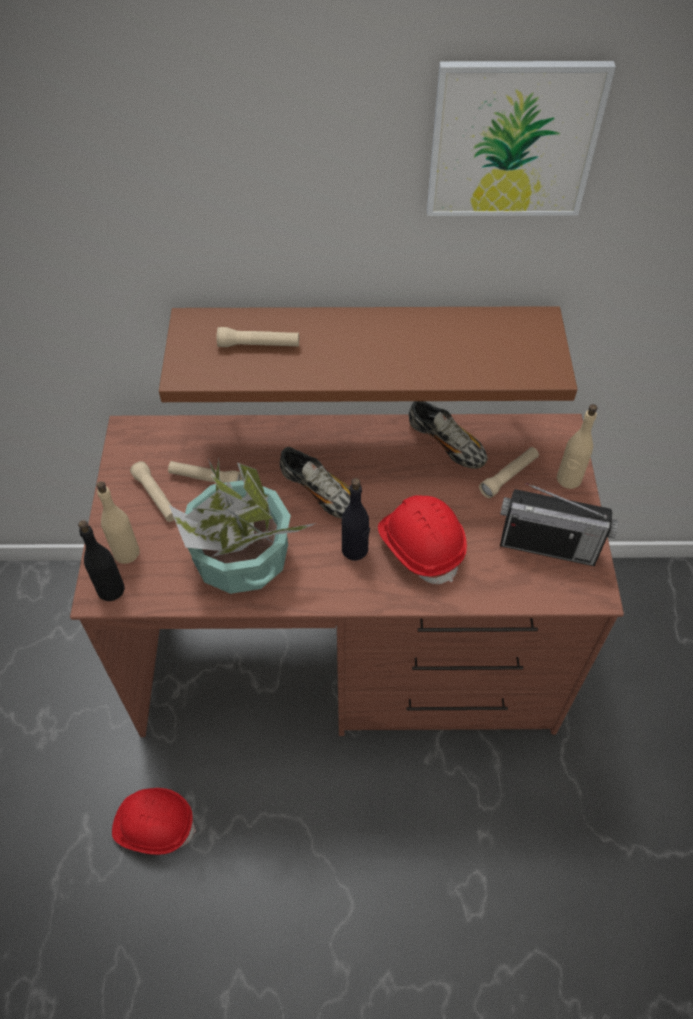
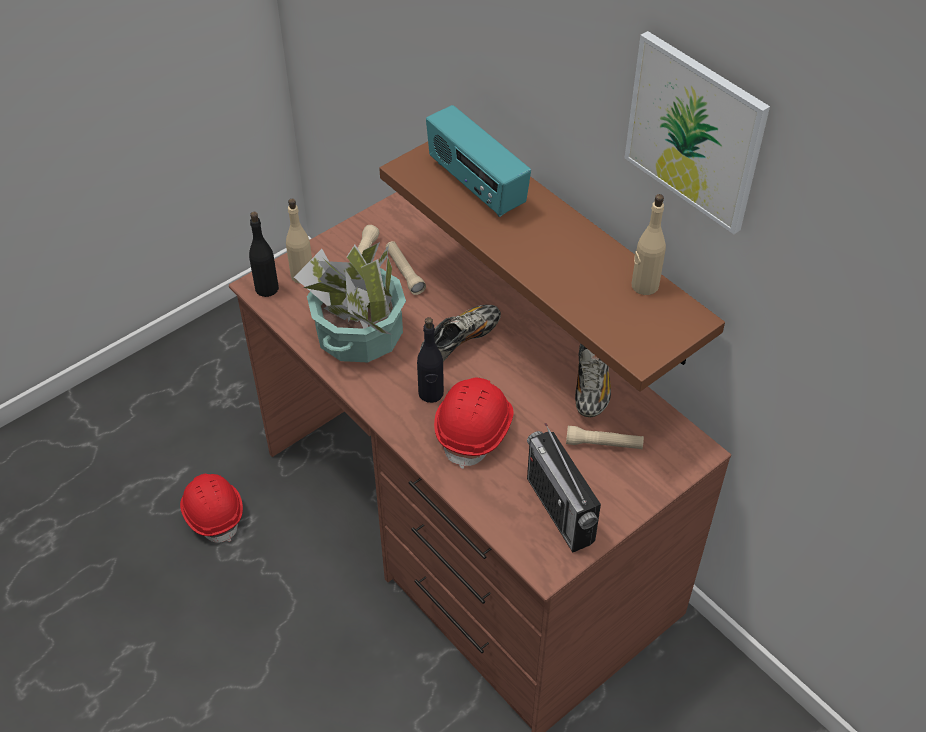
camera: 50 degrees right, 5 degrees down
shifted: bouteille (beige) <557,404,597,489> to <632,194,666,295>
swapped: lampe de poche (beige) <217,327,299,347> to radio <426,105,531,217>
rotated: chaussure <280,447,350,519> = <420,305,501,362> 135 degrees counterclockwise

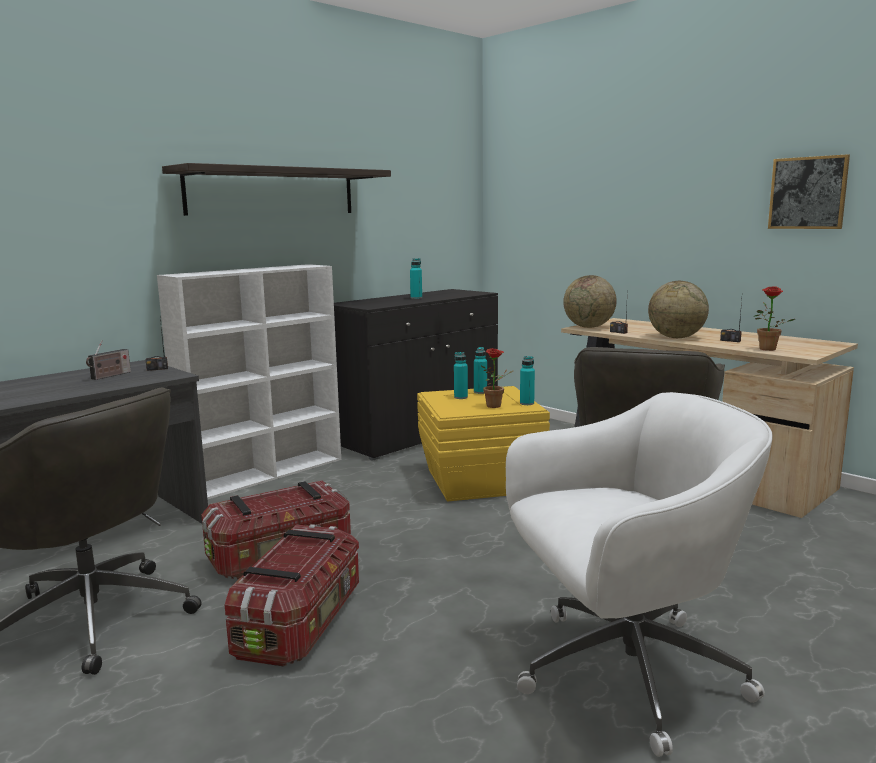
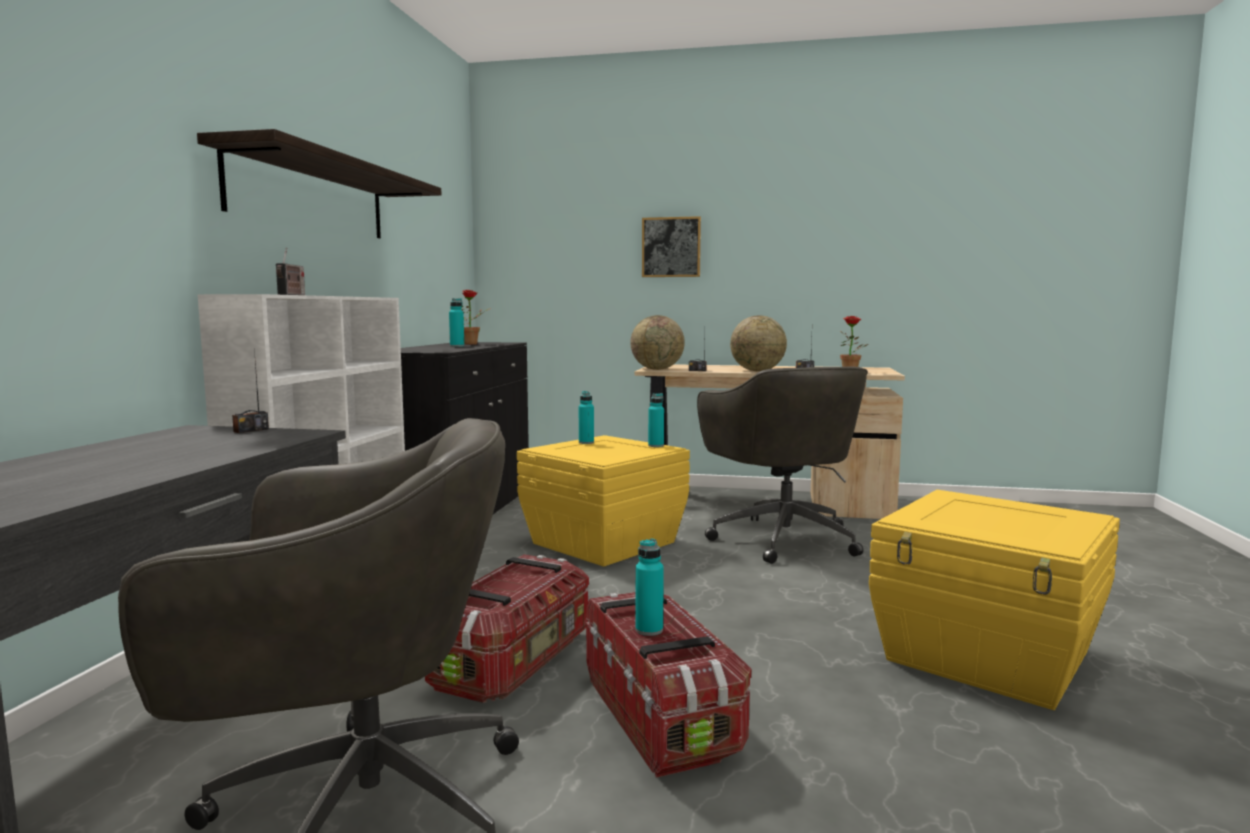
camera: 35 degrees left, 5 degrees down
shifted: tableau <768,154,850,229> to <642,216,701,277>; radio <86,341,131,380> to <276,248,305,295>; plante en pot <481,348,513,408> to <461,290,490,345>; bouteille (turquoise) <454,352,468,399> to <635,538,664,636>
swapped: chaise de bureau (blanc) <506,392,773,757> to boîte de rangement (jaune) <869,490,1120,710>

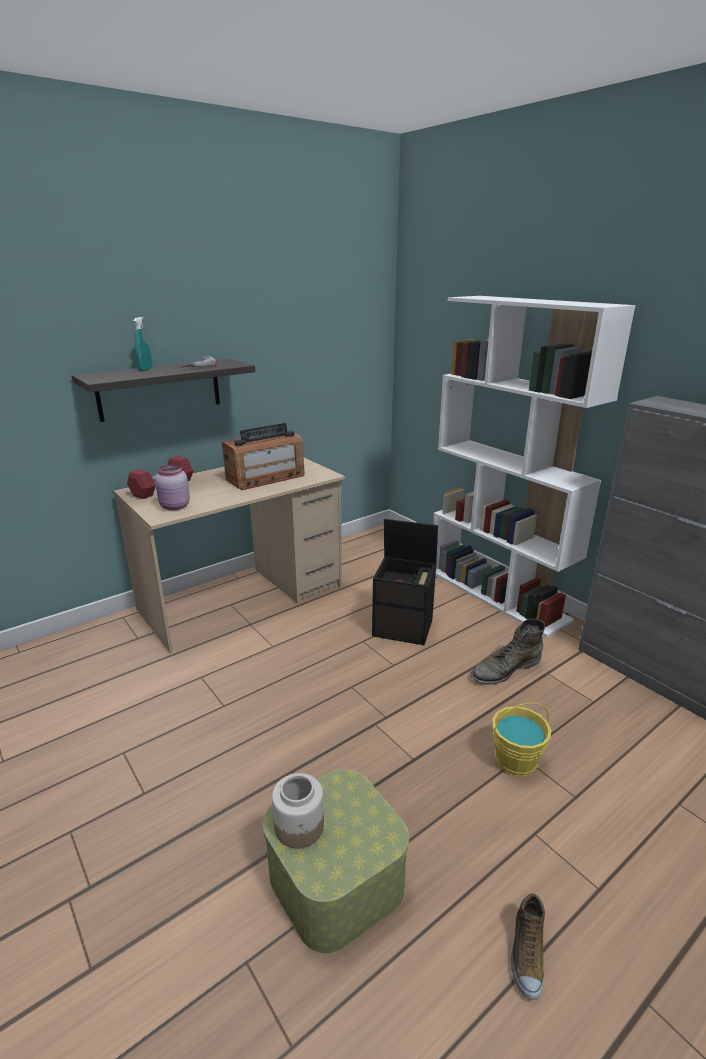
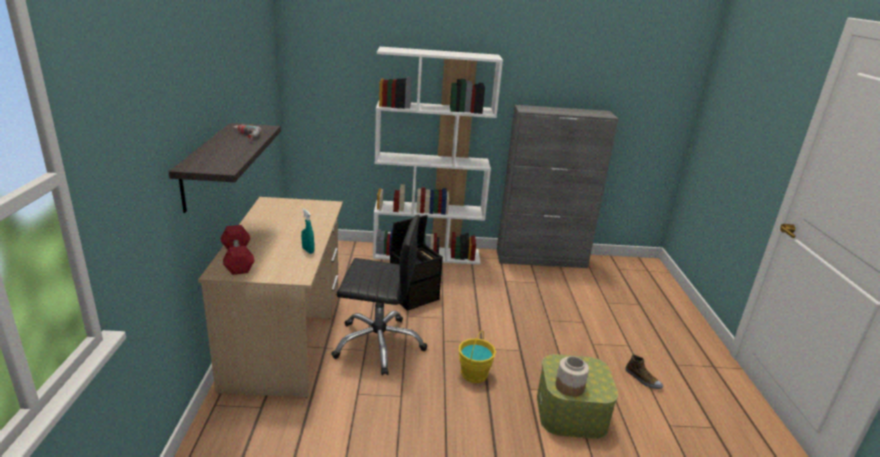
camera: 55 degrees left, 0 degrees up
gone: radio <222,423,305,490>; bocal (rose) <155,465,190,510>; botte (vert) <471,619,545,685>
new: chaise de bureau (noir) <331,215,427,375>
shifted: vaporisateur (turquoise) <133,317,152,372> to <301,209,314,254>; seau (jaune) <493,702,551,777> to <459,330,496,383>

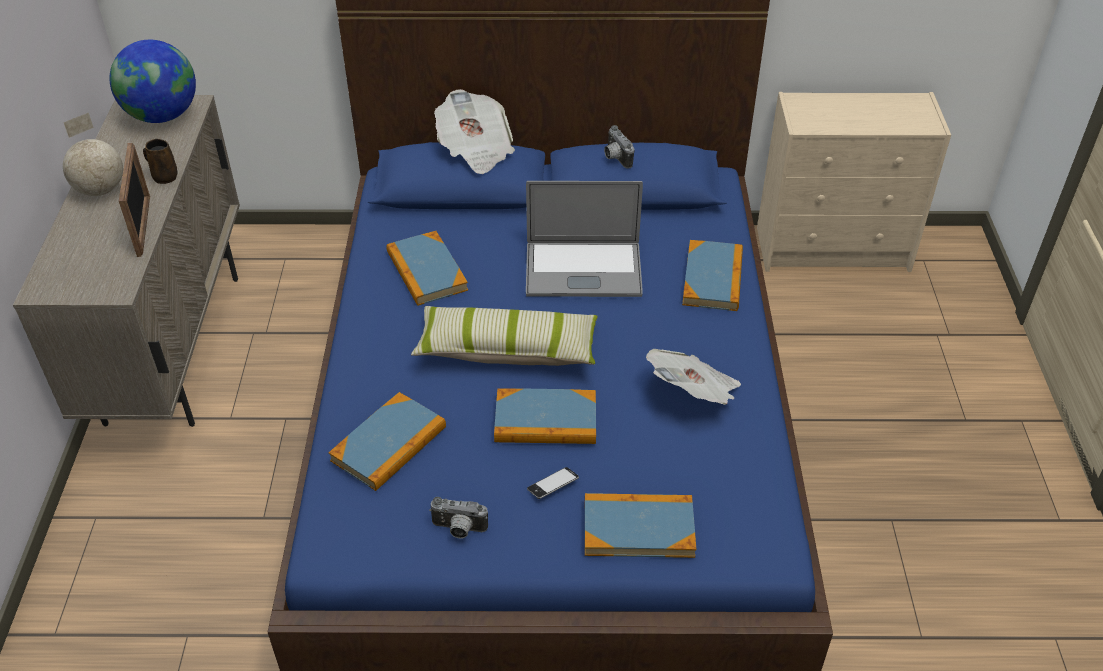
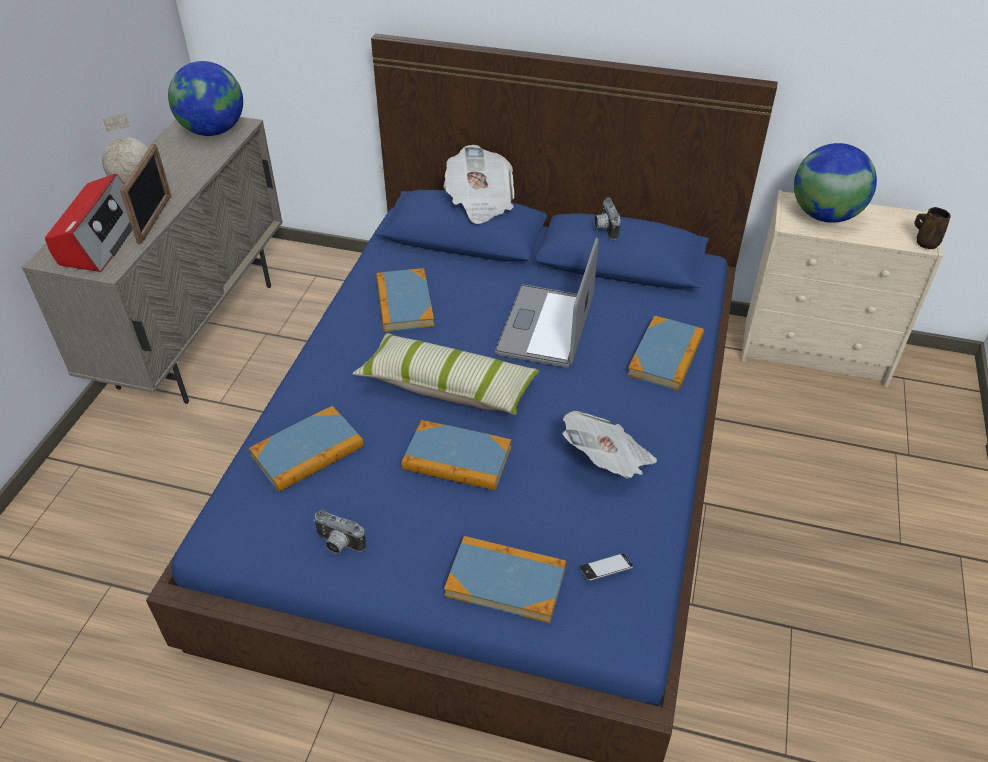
camera: 15 degrees right, 0 degrees up
new: globe <794,143,877,223>; radio <45,174,132,272>
shifted: mug (marron) <143,139,178,184> to <915,207,951,249>; téléphone <527,467,579,499> to <579,553,633,581>
rotated: ordinateur portable <526,181,643,297> = <495,238,599,368> 90 degrees clockwise

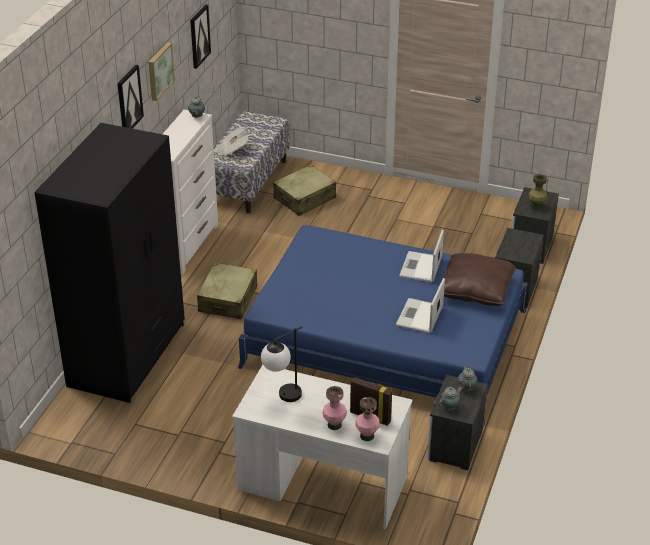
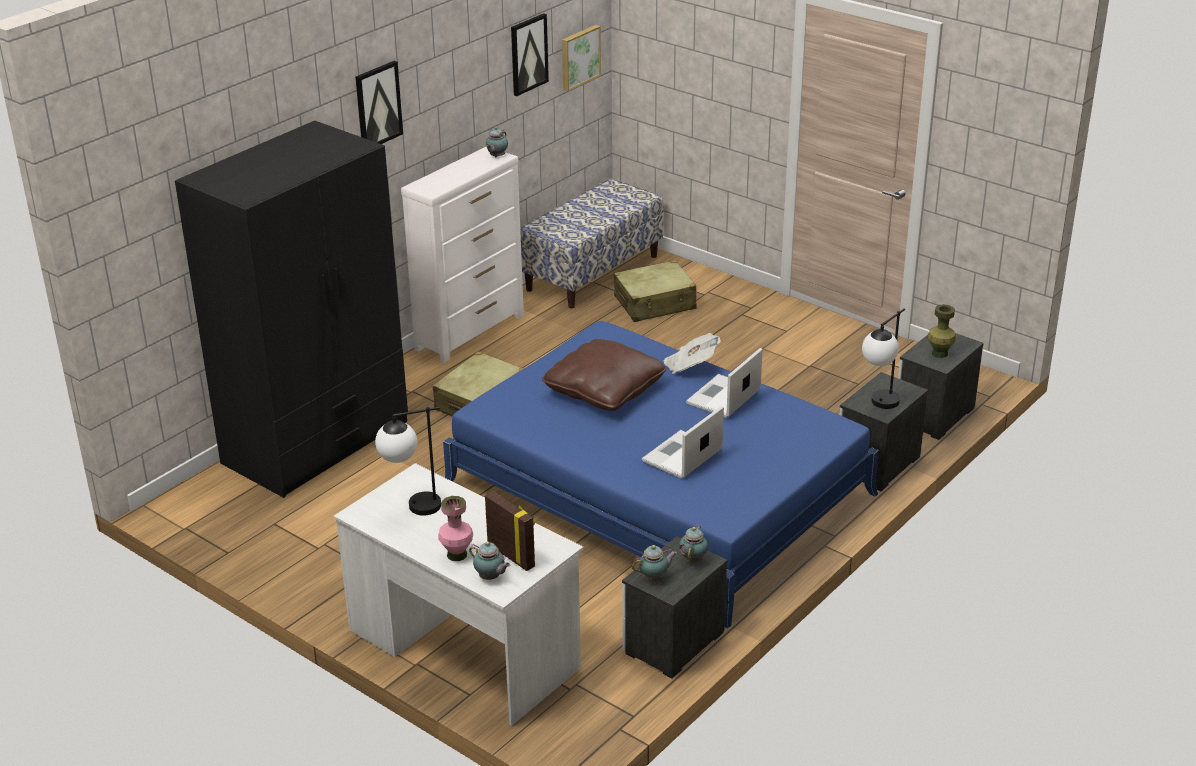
camera: 20 degrees right, 5 degrees down
new: lampe de table <862,308,905,409>
shifted: tableau <148,42,175,101> to <562,25,601,91>; journal <215,127,250,156> to <663,333,721,374>; coussin (marron) <444,253,516,306> to <542,339,667,411>
swapped: vase (rose) <355,397,380,441> to théière <469,542,510,580>

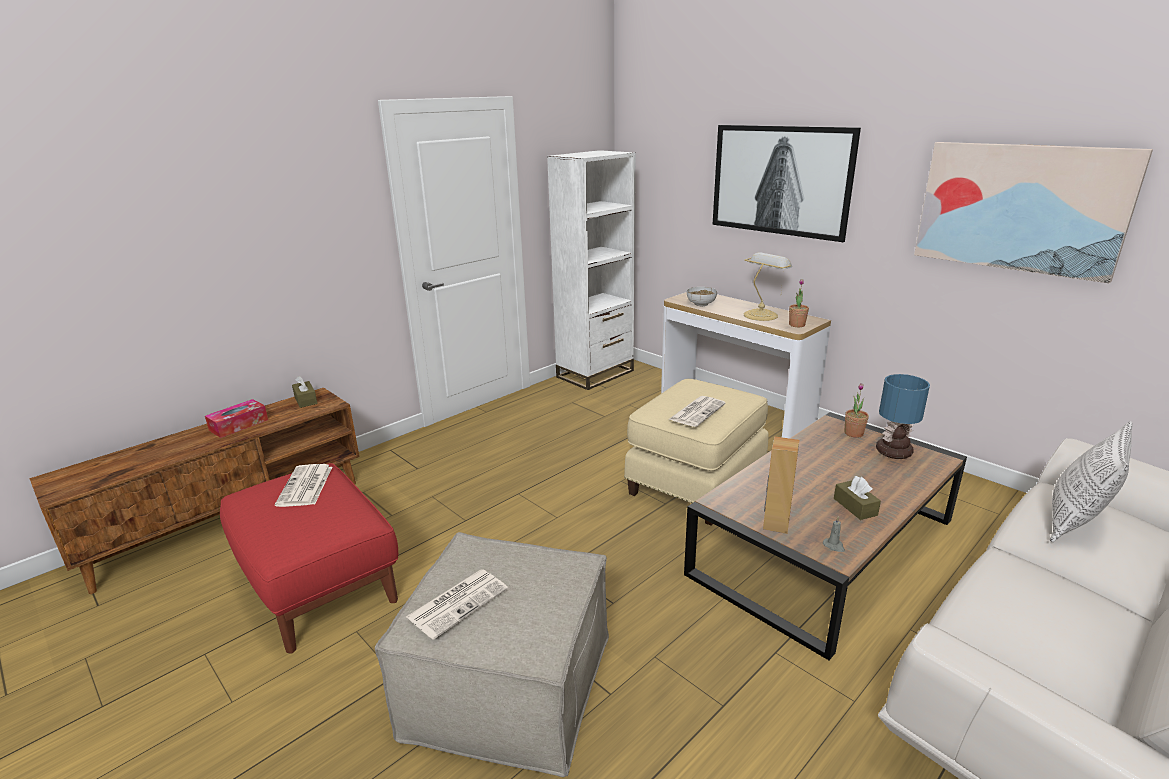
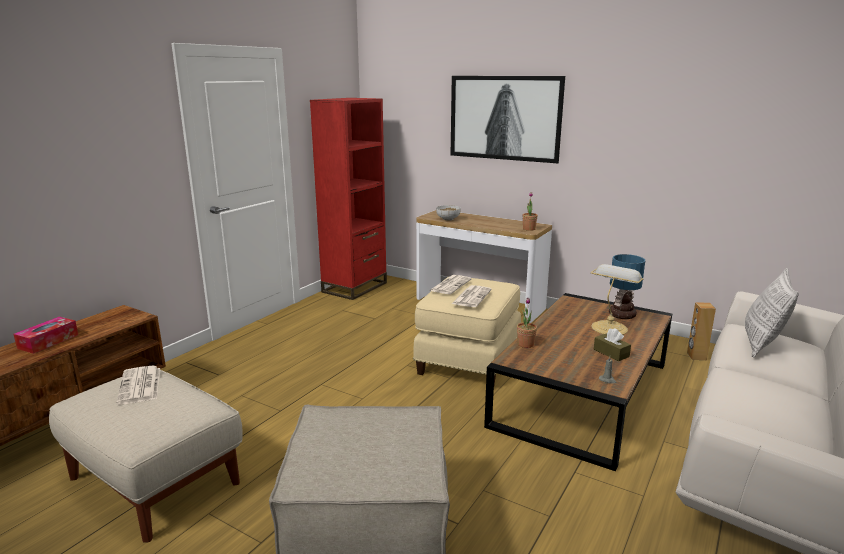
camera: 15 degrees left, 5 degrees down
gone: tableau <914,142,1153,283>; boîte à mouchoirs (marron) <292,376,318,408>
shifted: lampe de table <744,252,792,321> to <591,264,643,335>; plante en pot <845,383,869,438> to <517,298,537,348>; enceinte (marron) <763,436,800,534> to <687,302,716,360>; journal <406,569,508,640> to <429,275,472,294>
repainted: bibliothèque (blanc) <547,150,636,390> to bibliothèque (rouge) <310,98,387,300>; pouf (rouge) <220,463,398,654> to pouf (beige) <49,370,243,542>

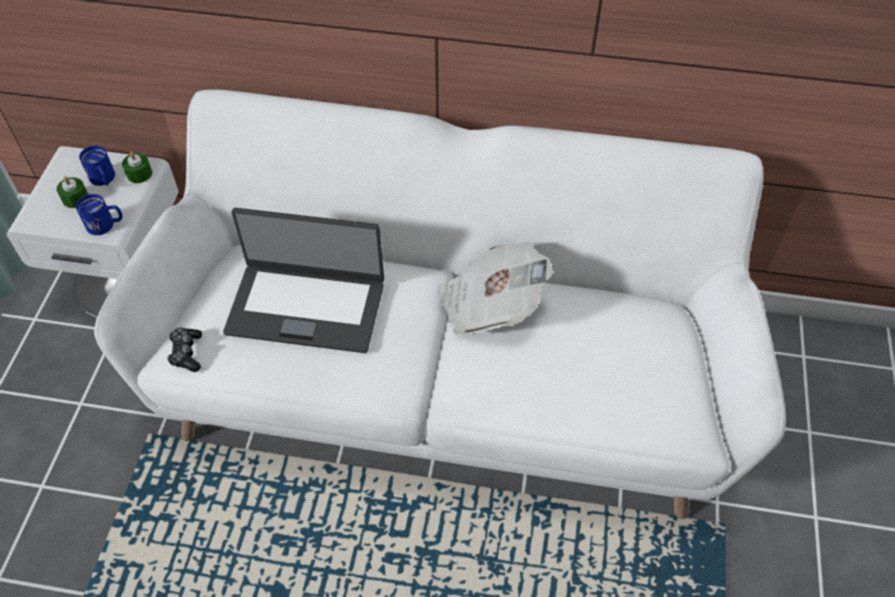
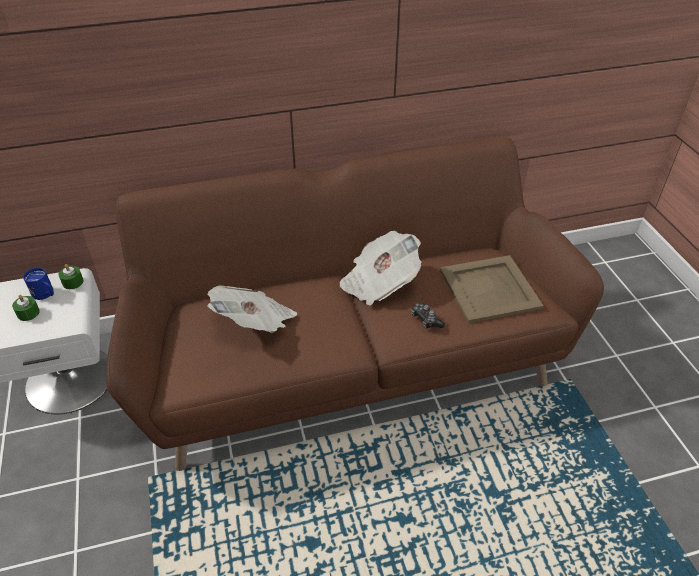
camera: 25 degrees left, 10 degrees down
gone: mug (bleu) <76,194,123,235>
new: plateau (beige) <440,255,543,323>
shifted: manette <167,327,202,372> to <411,303,445,329>
swapped: ordinateur portable <223,208,384,353> to journal <207,285,297,333>
repainted: canapé (blanc) <94,89,786,519> to canapé (marron) <106,137,604,471>

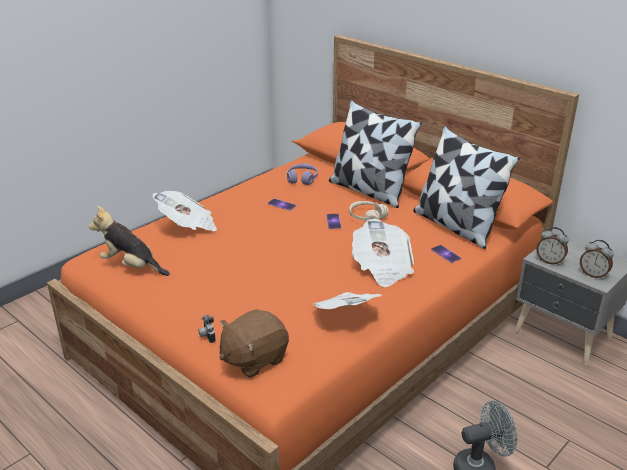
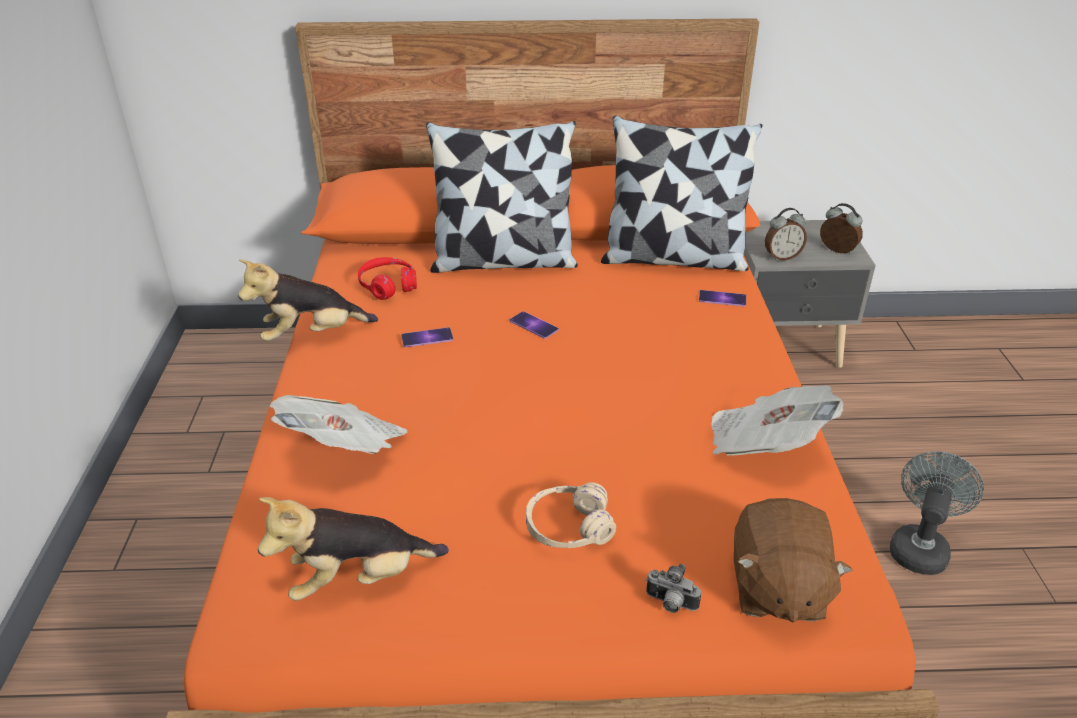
camera: 45 degrees left, 5 degrees up
gone: journal <352,219,414,287>
new: peluche <238,259,378,341>
shifted: casque audio (beige) <349,201,389,221> to <526,482,616,548>
repainted: casque audio (violet) <287,164,318,185> to casque audio (rouge) <358,257,417,300>
rotated: réveil <580,240,614,279> = <820,203,863,254> 135 degrees counterclockwise

